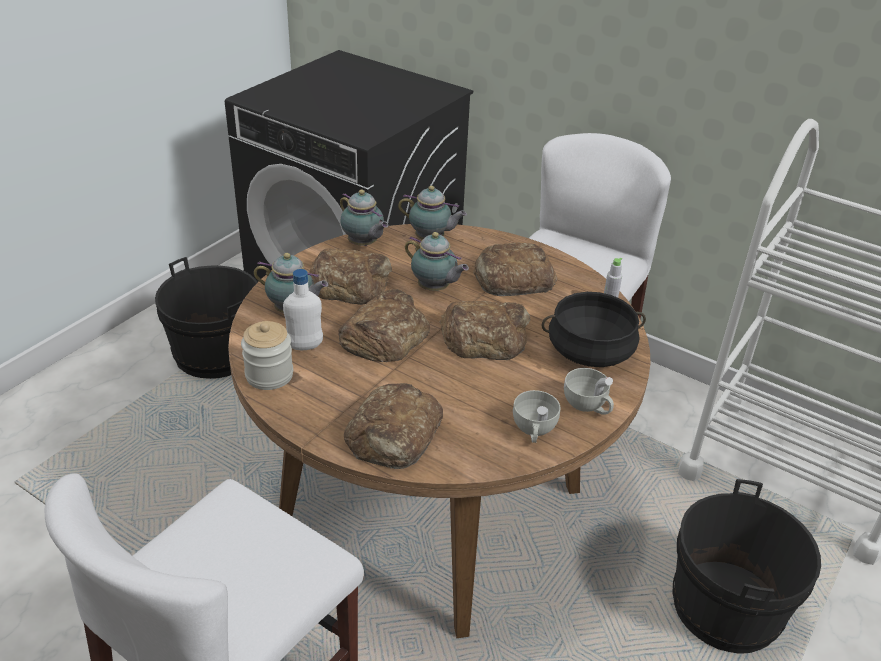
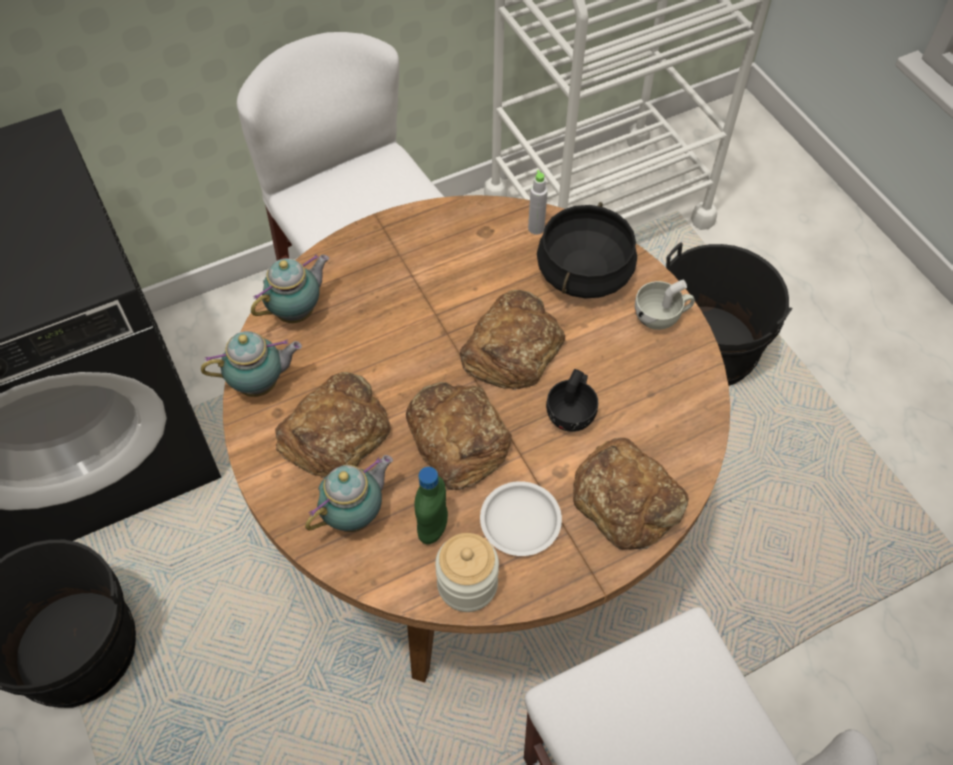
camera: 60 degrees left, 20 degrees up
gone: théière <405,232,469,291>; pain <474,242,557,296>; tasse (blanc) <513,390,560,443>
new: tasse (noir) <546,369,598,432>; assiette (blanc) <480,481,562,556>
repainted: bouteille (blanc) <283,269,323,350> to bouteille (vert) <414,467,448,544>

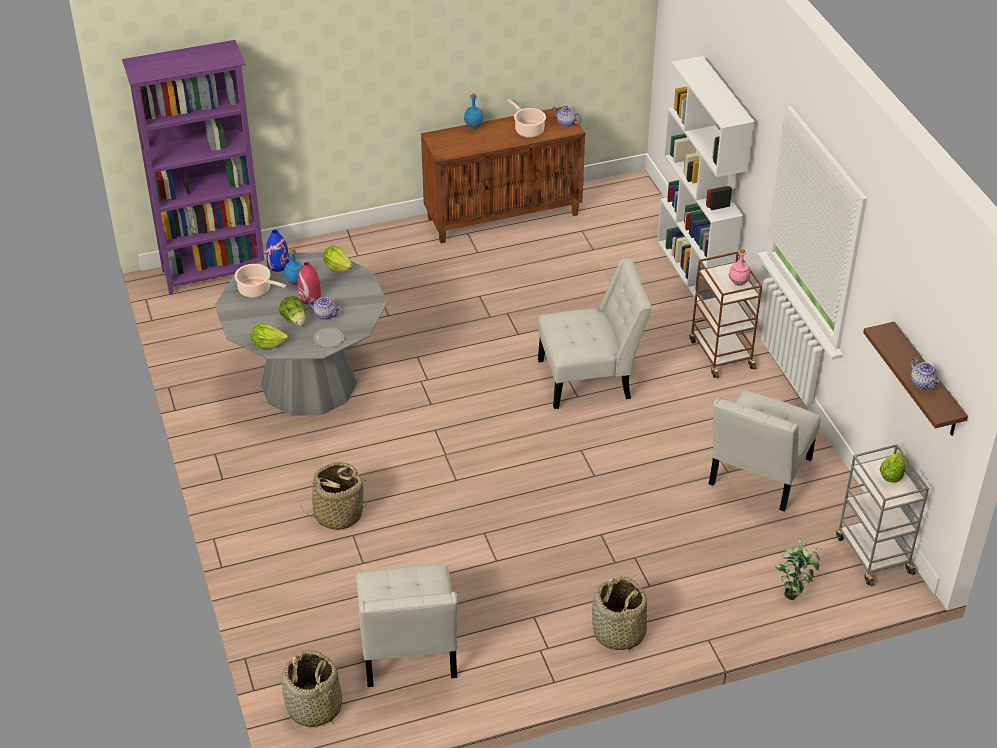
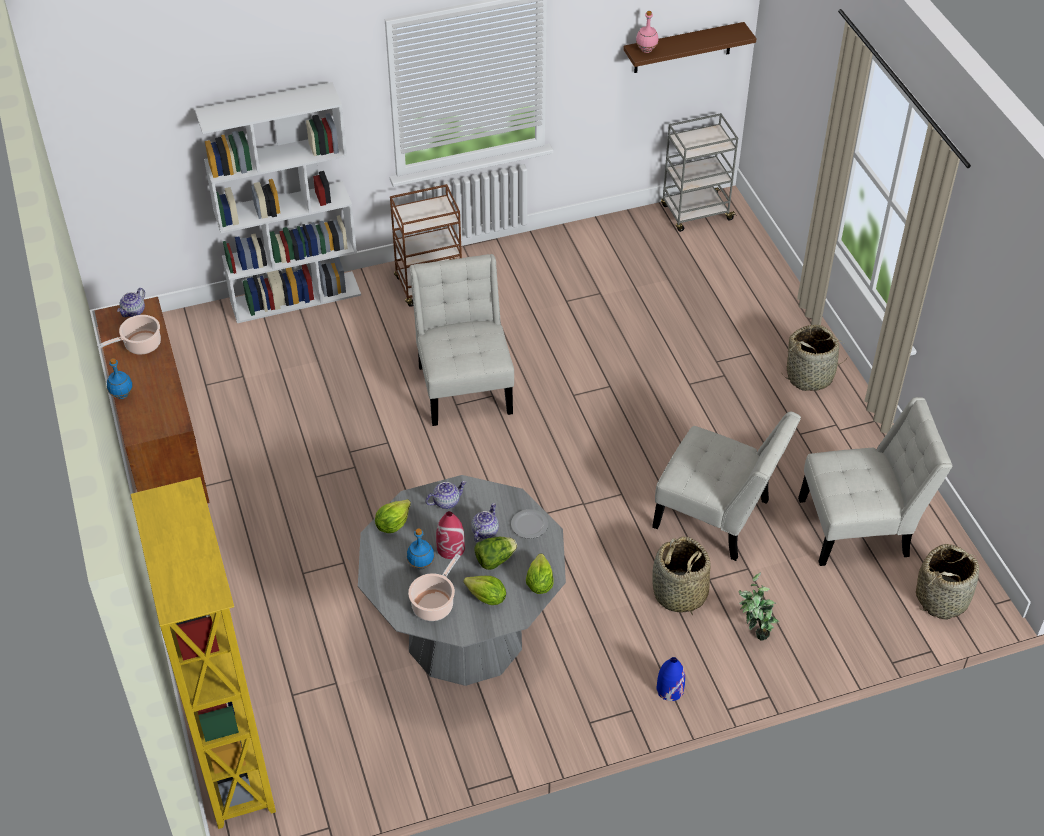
camera: 90 degrees left, 5 degrees up
shifted: vase (bleu) <266,230,290,272> to <657,657,685,701>; bouteille (rose) <729,249,750,286> to <636,11,658,53>; théière <910,358,940,389> to <425,481,467,509>; chaise (blanc) <709,390,821,511> to <652,411,801,561>; laitue <880,452,905,483> to <464,576,506,605>; plante en pot <775,539,824,600> to <739,572,779,640>
repainted: bibliothèque (violet) <122,40,264,295> to bibliothèque (jaune) <131,477,276,829>

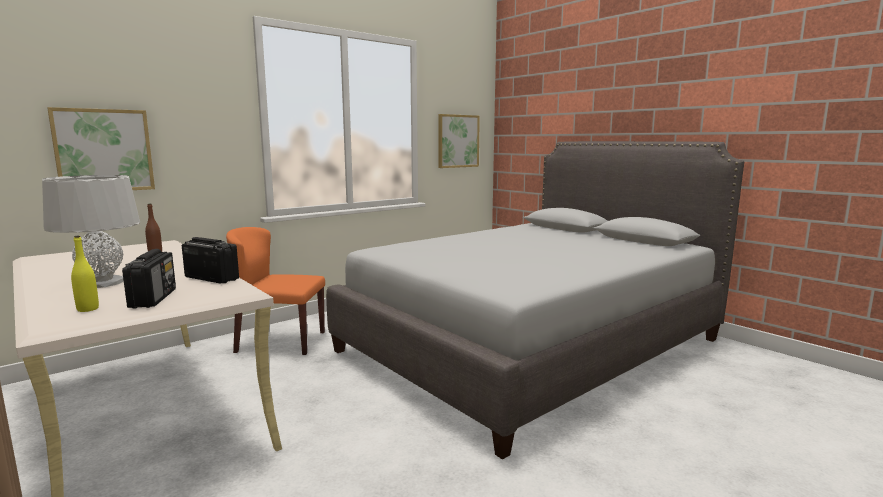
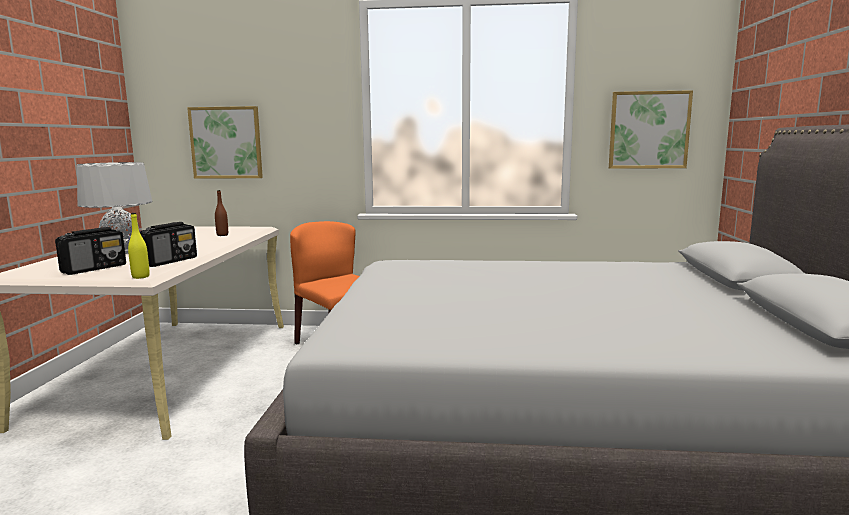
camera: 45 degrees right, 0 degrees up
shifted: bouteille (jaune) <71,236,99,312> to <128,213,149,279>
rotated: radio <182,237,239,284> = <140,222,197,267> 45 degrees clockwise

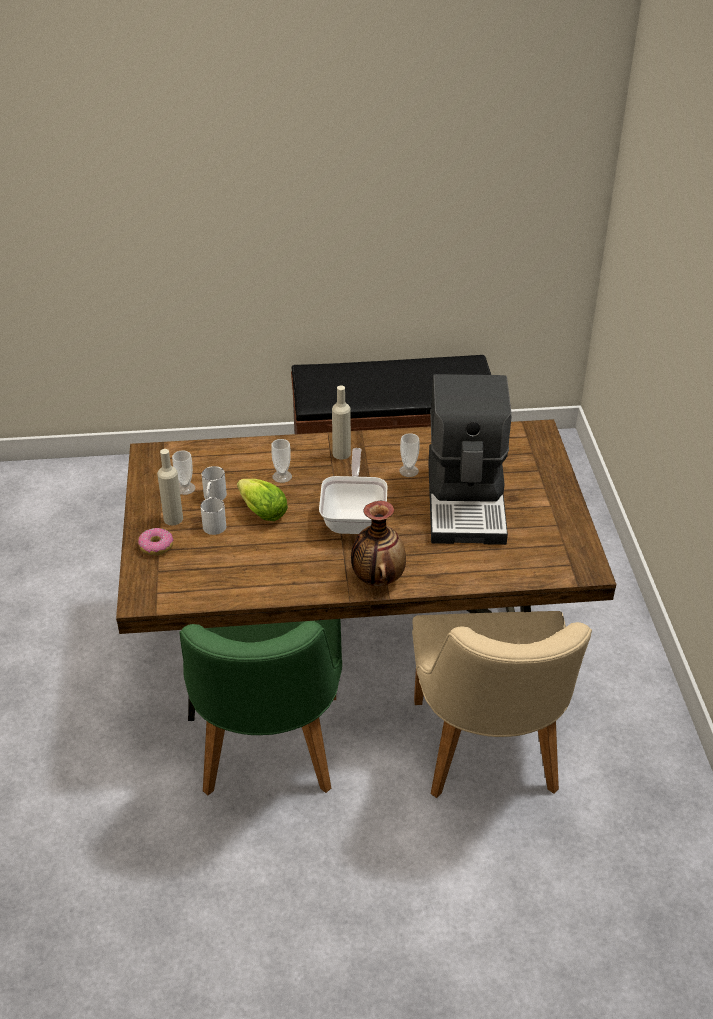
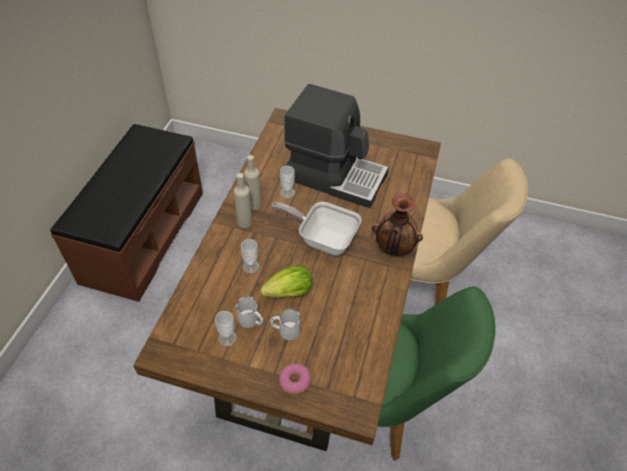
camera: 70 degrees left, 10 degrees up
shifted: bouteille (beige) <157,449,183,525> to <244,155,261,210>

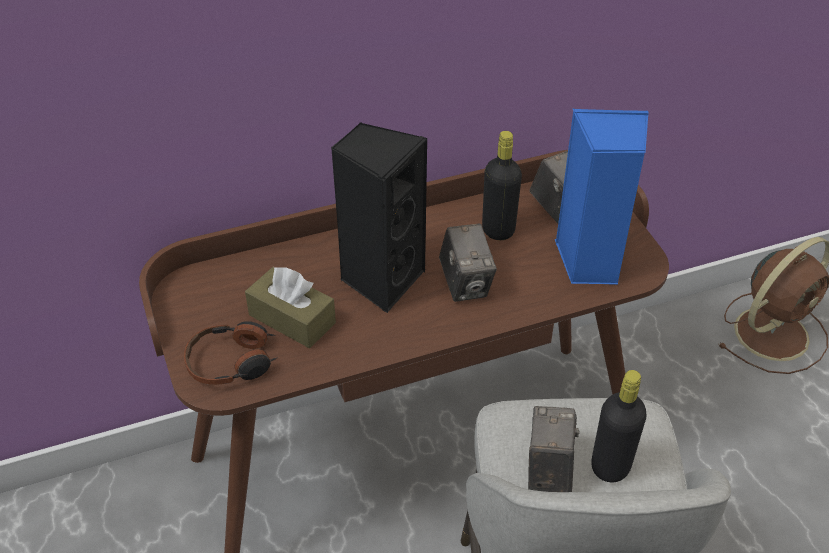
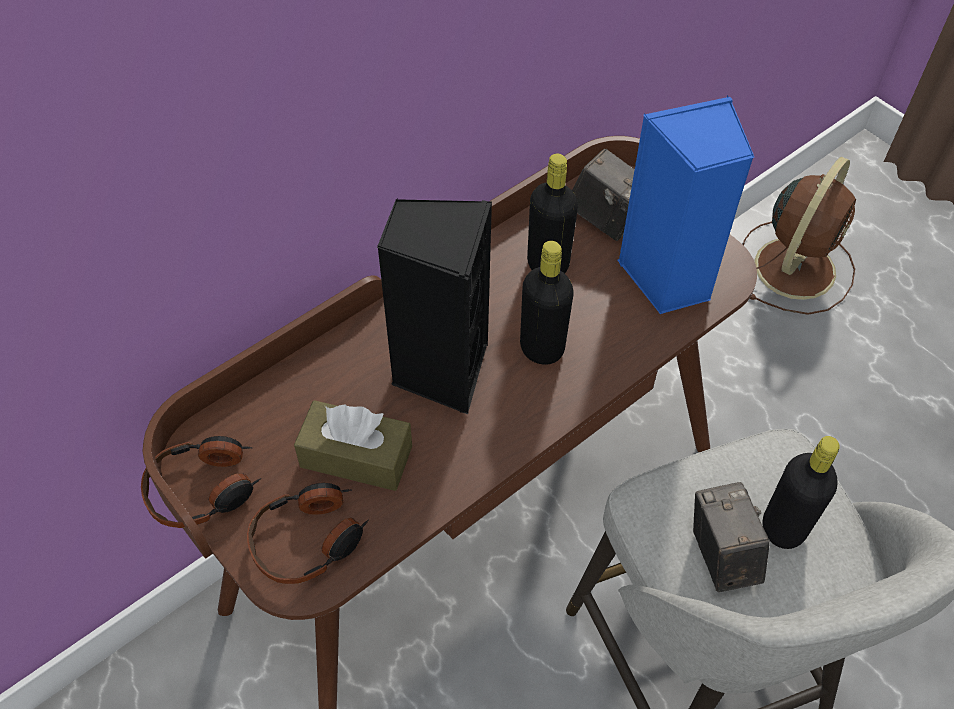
camera: 20 degrees left, 10 degrees up
new: casque audio <141,436,261,528>
swapped: appareil photo <439,223,497,302> to bouteille (noir) <520,241,574,365>

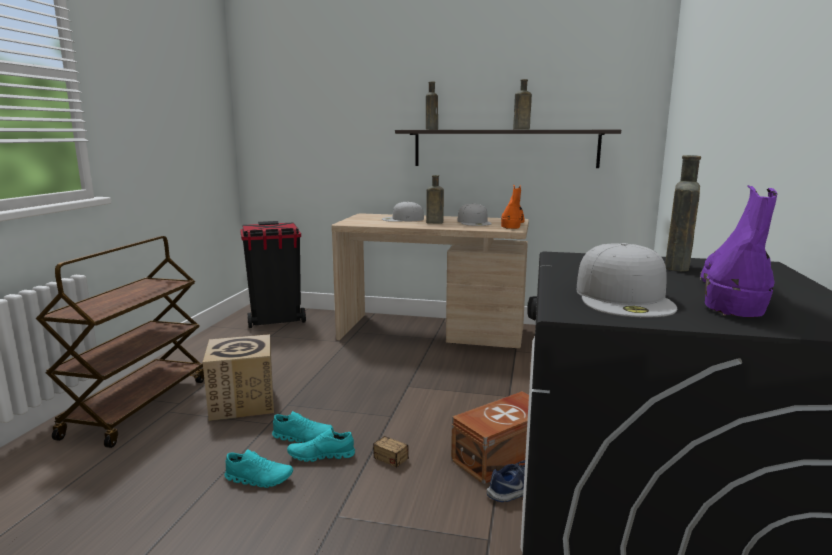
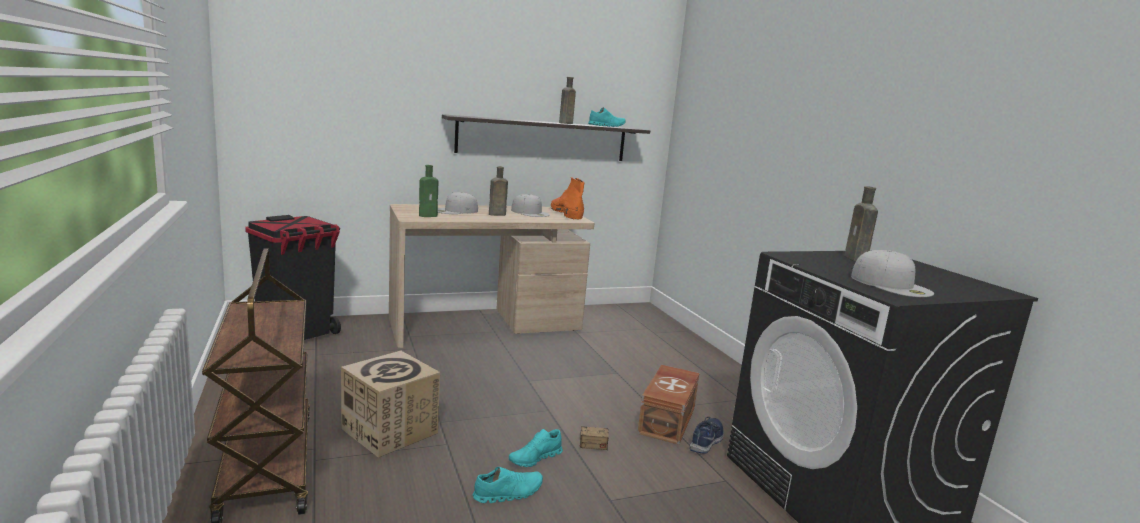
camera: 35 degrees left, 0 degrees up
gone: bouteille (marron) <426,82,438,130>; botte (violet) <700,185,777,317>
new: bouteille (vert) <419,165,438,217>
shifted: chaussure (turquoise) <272,411,333,443> to <588,107,626,127>

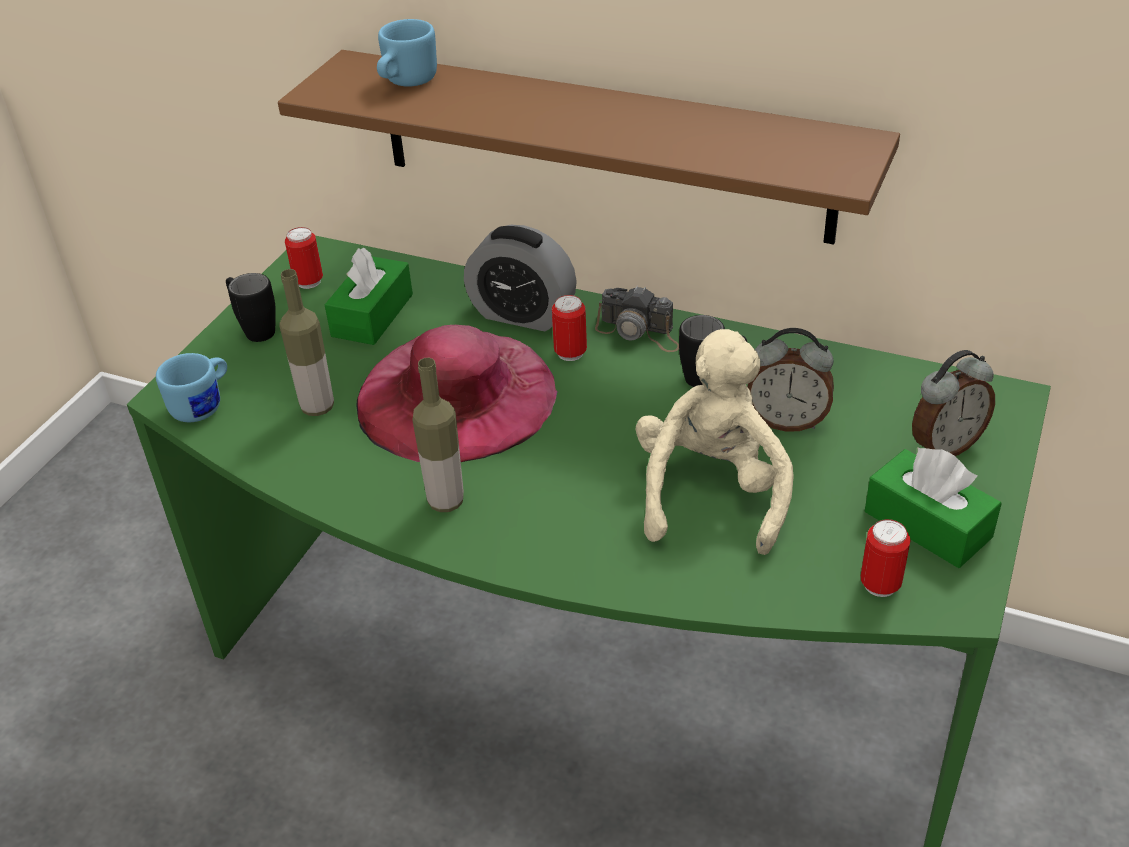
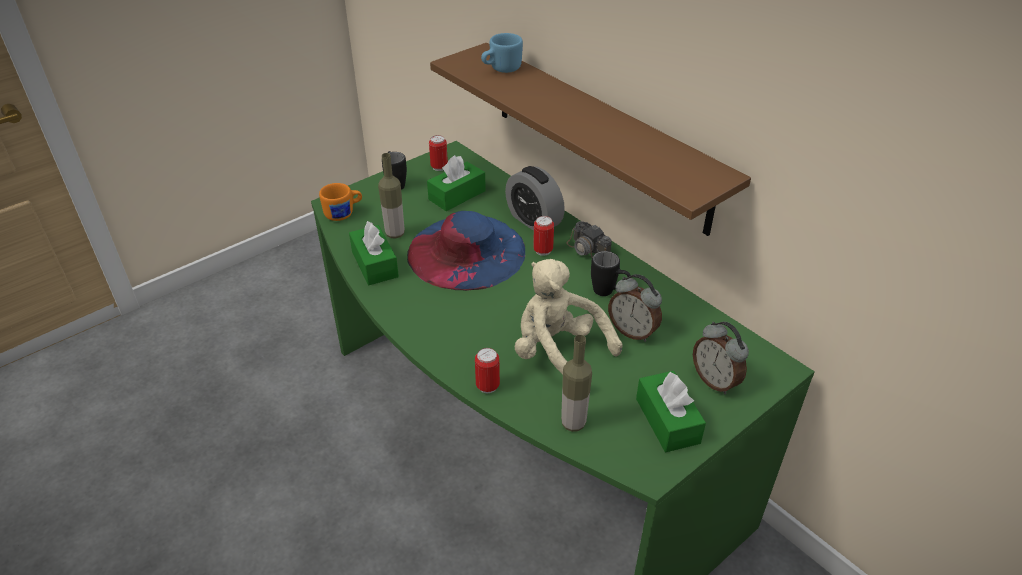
camera: 25 degrees right, 0 degrees up
new: boîte à mouchoirs (vert) <349,221,399,285>
shifted: bouteille <412,358,464,512> to <561,335,592,432>; boîte métallique <861,519,910,597> to <475,348,500,394>
repainted: chapeau (rose) <357,325,558,462> to chapeau (bleu) <407,211,525,291>; mug (bleu) <156,353,227,422> to mug (orange) <319,183,362,221>
rotated: peluche (beige) <636,329,794,555> = <515,259,623,375> 90 degrees counterclockwise; réveil <912,350,995,456> = <693,322,749,394> 60 degrees clockwise

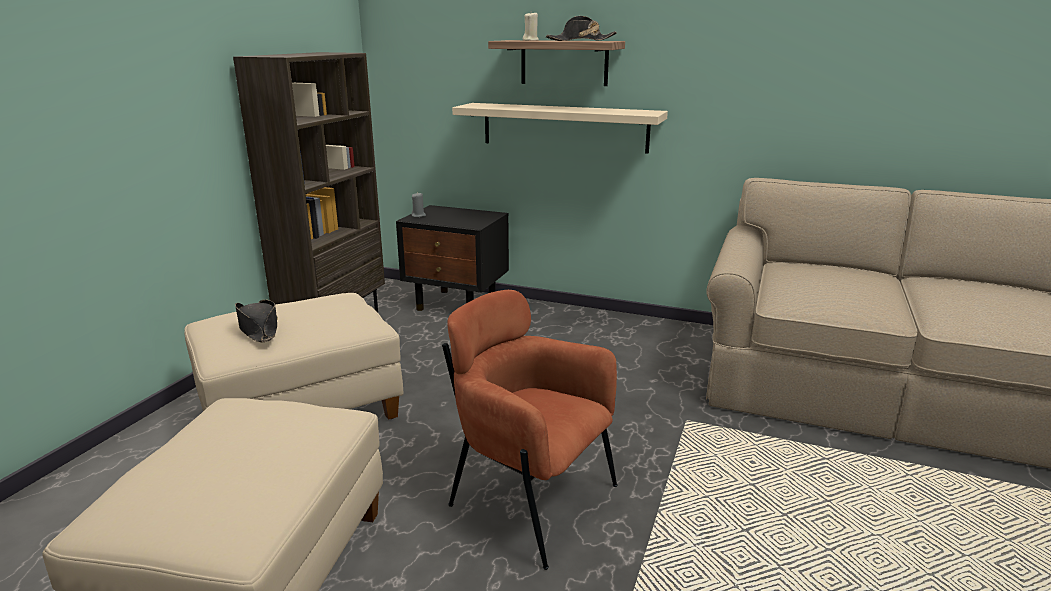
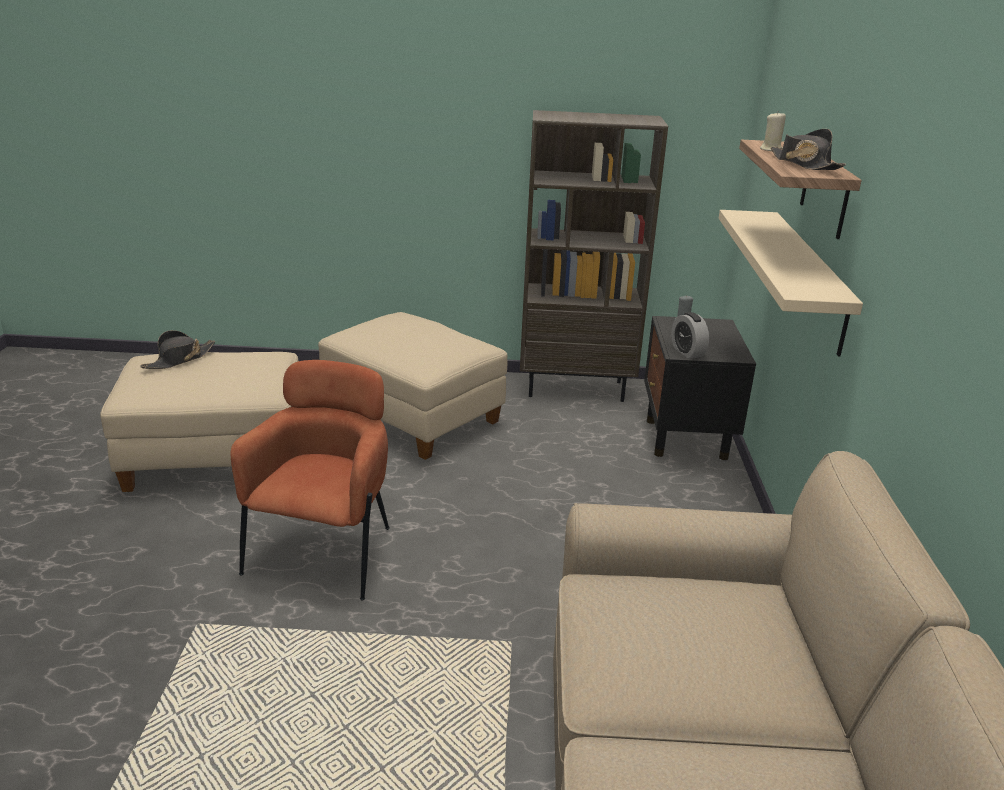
camera: 70 degrees right, 5 degrees up
new: réveil <671,312,709,359>
shifted: chapeau (noir) <235,300,278,342> to <140,330,215,369>

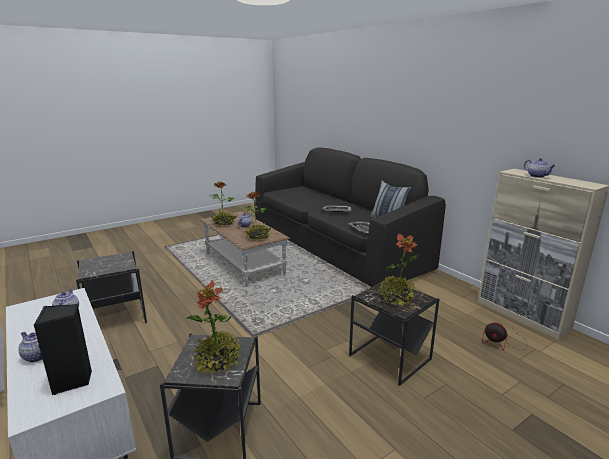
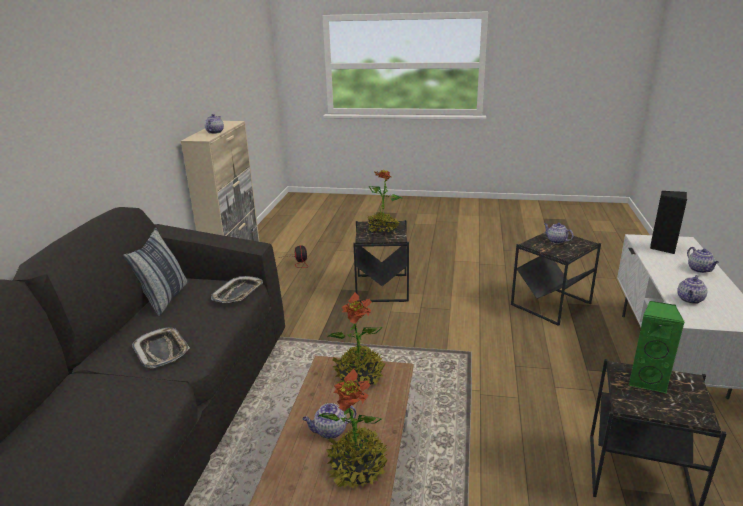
camera: 135 degrees left, 5 degrees up
new: enceinte (vert) <629,301,685,394>
swapped: plante en pot <187,280,240,374> to théière <544,223,573,244>

